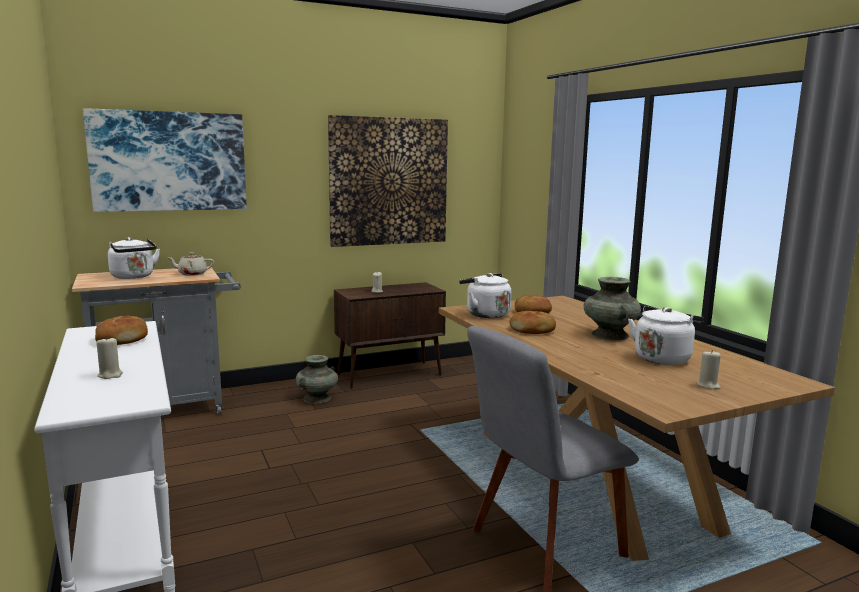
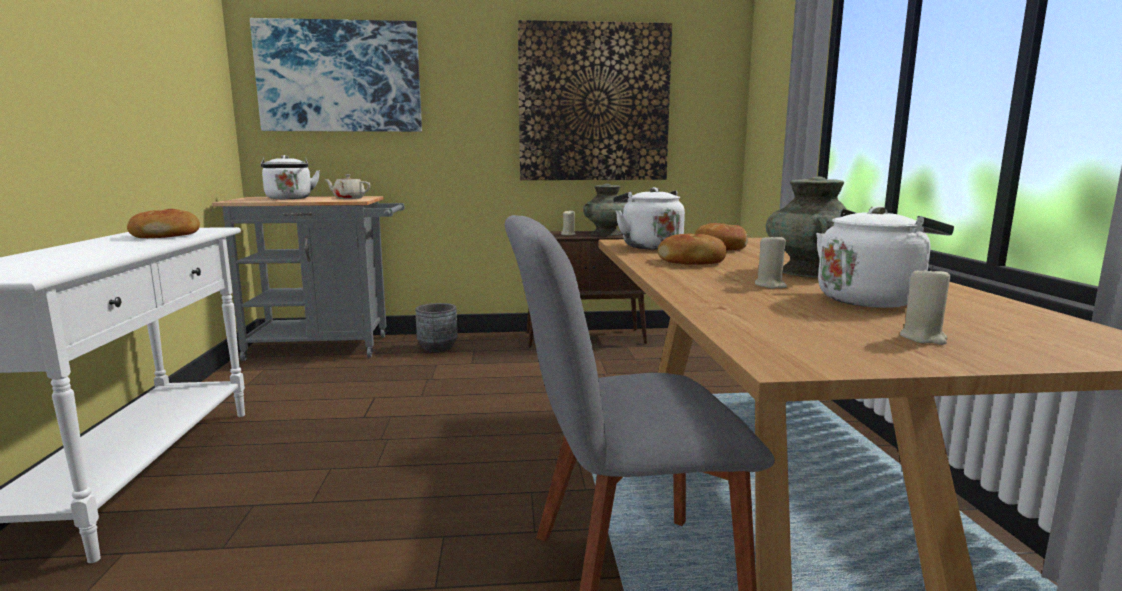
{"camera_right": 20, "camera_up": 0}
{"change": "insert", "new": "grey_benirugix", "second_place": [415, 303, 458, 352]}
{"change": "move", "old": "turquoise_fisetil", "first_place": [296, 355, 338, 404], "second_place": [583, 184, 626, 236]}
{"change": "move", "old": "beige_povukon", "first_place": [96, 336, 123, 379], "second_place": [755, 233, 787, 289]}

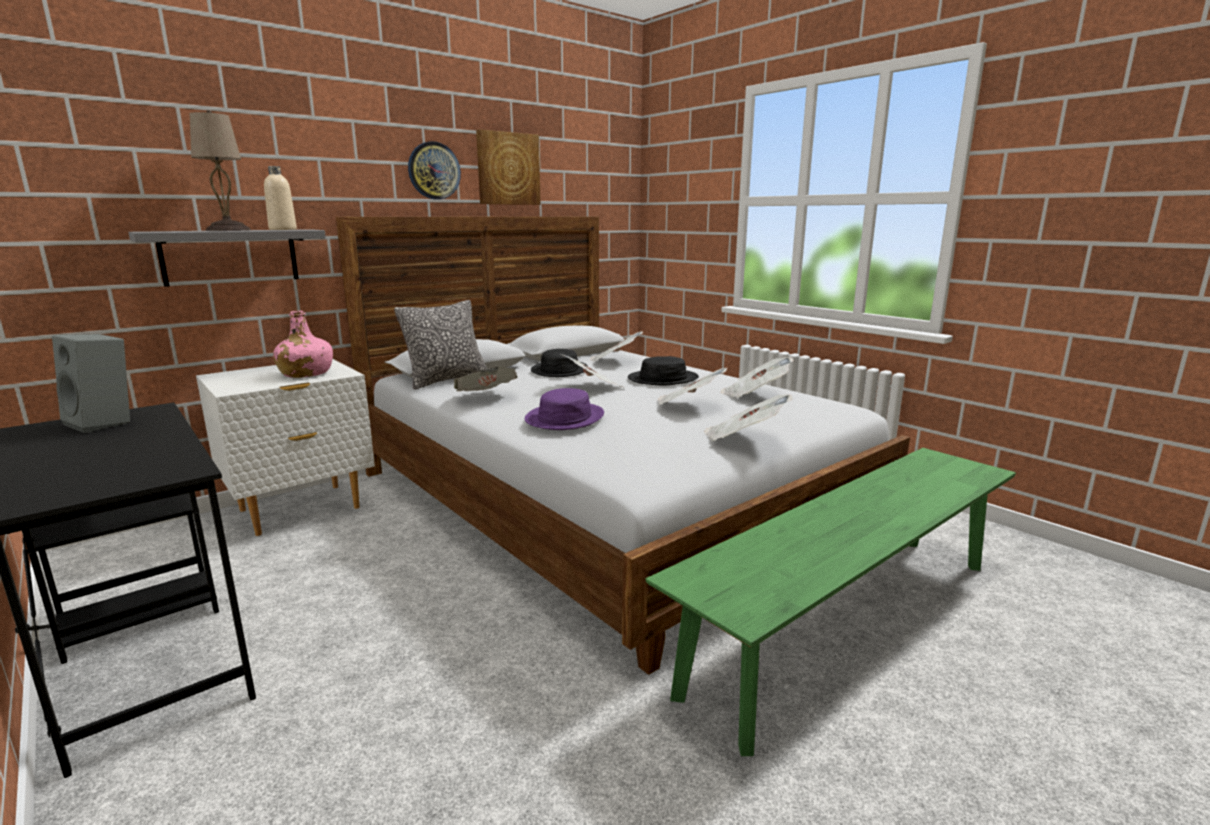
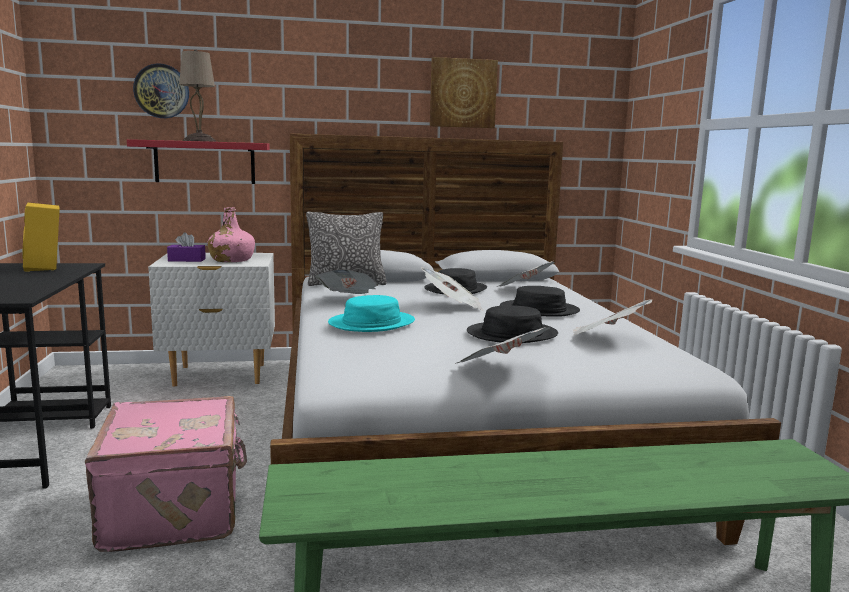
{"camera_right": 30, "camera_up": -5}
{"change": "recolor", "old": "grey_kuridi", "new": "yellow_kuridi", "first_place": [52, 334, 130, 433], "second_place": [22, 203, 60, 272]}
{"change": "insert", "new": "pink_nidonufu", "second_place": [85, 396, 247, 552]}
{"change": "recolor", "old": "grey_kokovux", "new": "red_kokovux", "first_place": [128, 229, 326, 287], "second_place": [127, 139, 270, 184]}
{"change": "move", "old": "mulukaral", "first_place": [408, 141, 461, 200], "second_place": [133, 63, 189, 118]}
{"change": "insert", "new": "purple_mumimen", "second_place": [167, 232, 206, 262]}
{"change": "recolor", "old": "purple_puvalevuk", "new": "turquoise_puvalevuk", "first_place": [525, 388, 604, 430], "second_place": [328, 295, 415, 332]}
{"change": "replace", "old": "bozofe", "new": "black_puvalevuk", "first_place": [658, 368, 727, 405], "second_place": [467, 305, 558, 343]}
{"change": "delete", "old": "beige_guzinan", "first_place": [264, 166, 297, 230]}

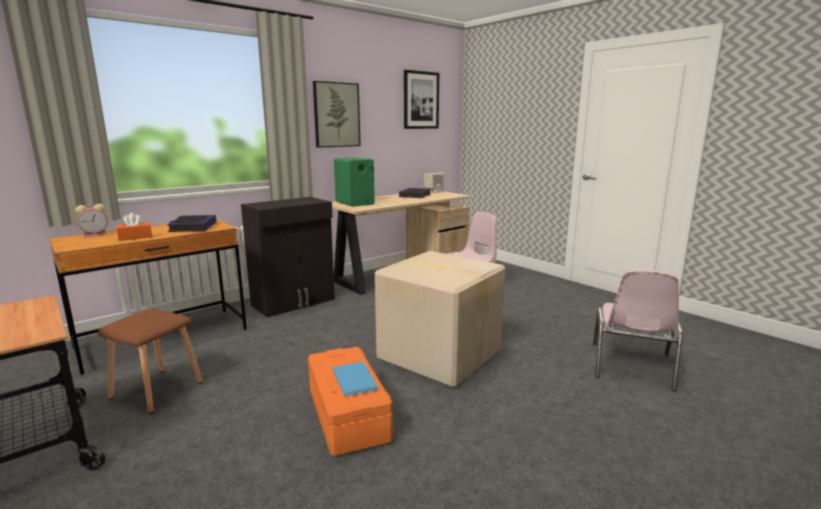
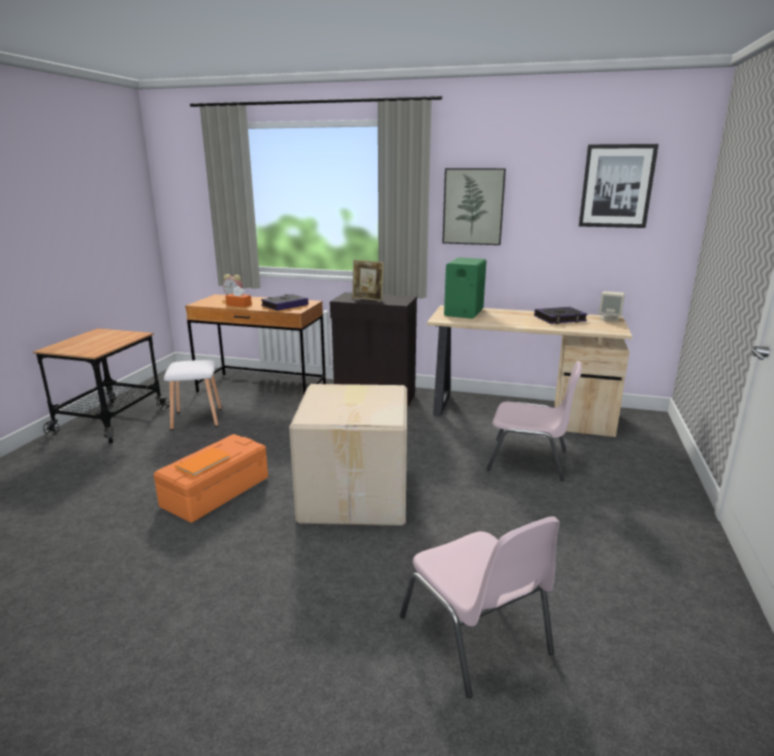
{"camera_right": 55, "camera_up": 5}
{"change": "recolor", "old": "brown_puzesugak", "new": "white_puzesugak", "first_place": [97, 309, 202, 414], "second_place": [164, 360, 222, 430]}
{"change": "recolor", "old": "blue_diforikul", "new": "orange_diforikul", "first_place": [332, 361, 378, 397], "second_place": [175, 448, 231, 476]}
{"change": "insert", "new": "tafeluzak", "second_place": [352, 260, 384, 301]}
{"change": "rotate", "old": "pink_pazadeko", "first_place": [593, 269, 683, 391], "second_place": [400, 516, 560, 698], "degrees": -105}

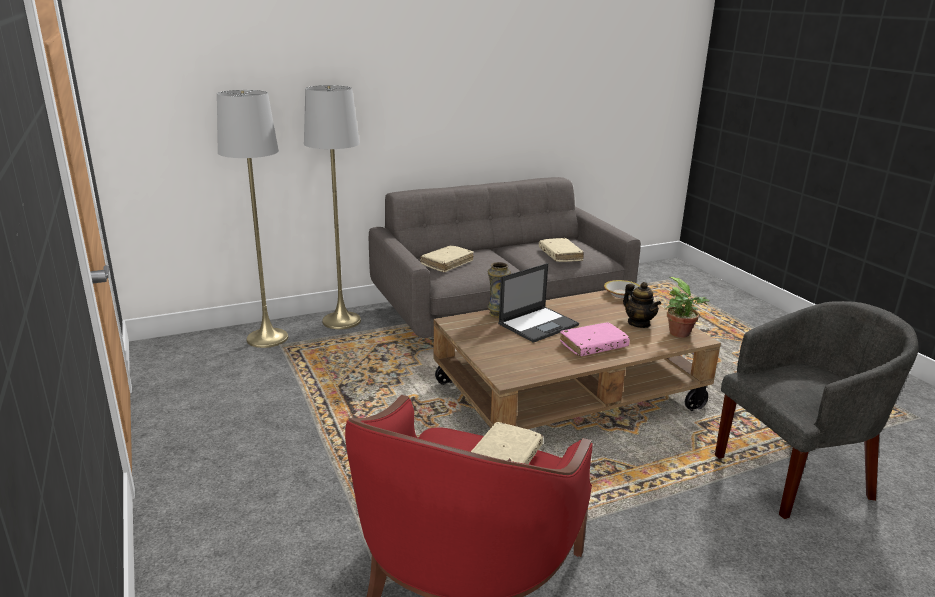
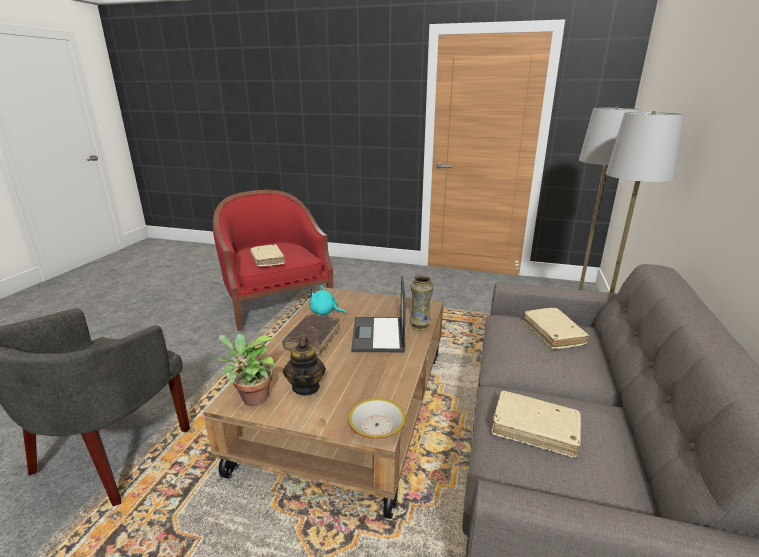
{"camera_right": 130, "camera_up": 0}
{"change": "recolor", "old": "pink_diforikul", "new": "brown_diforikul", "first_place": [560, 322, 630, 356], "second_place": [282, 315, 340, 356]}
{"change": "rotate", "old": "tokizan", "first_place": [623, 282, 661, 328], "second_place": [283, 337, 326, 396], "degrees": -105}
{"change": "insert", "new": "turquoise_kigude", "second_place": [309, 285, 346, 316]}

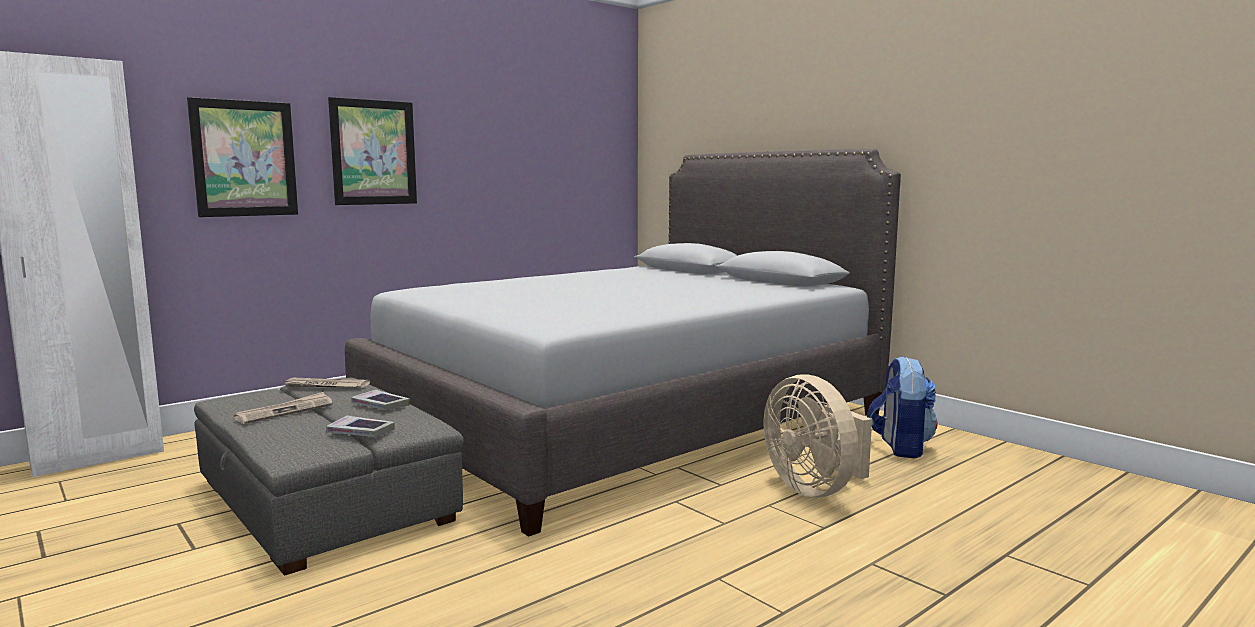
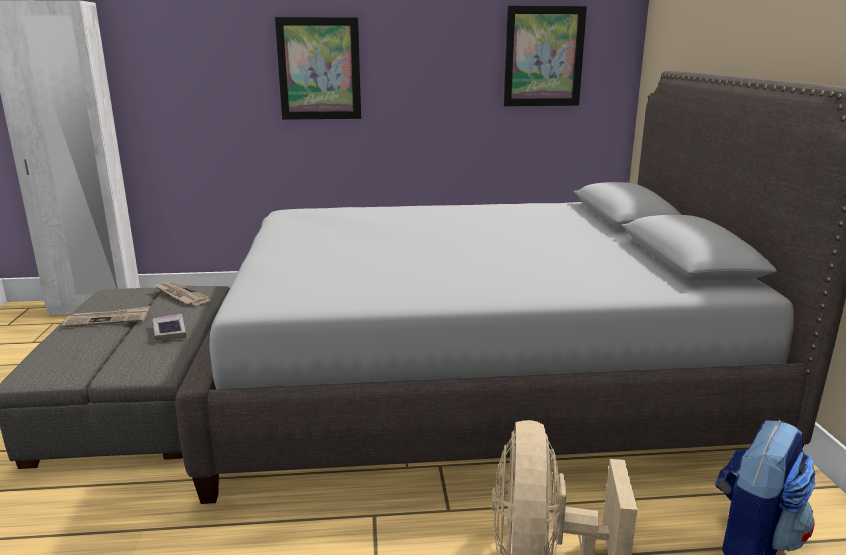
{"camera_right": 35, "camera_up": 10}
{"change": "move", "old": "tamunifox", "first_place": [187, 97, 298, 217], "second_place": [504, 6, 587, 106]}
{"change": "delete", "old": "diforikul", "first_place": [326, 416, 395, 437]}

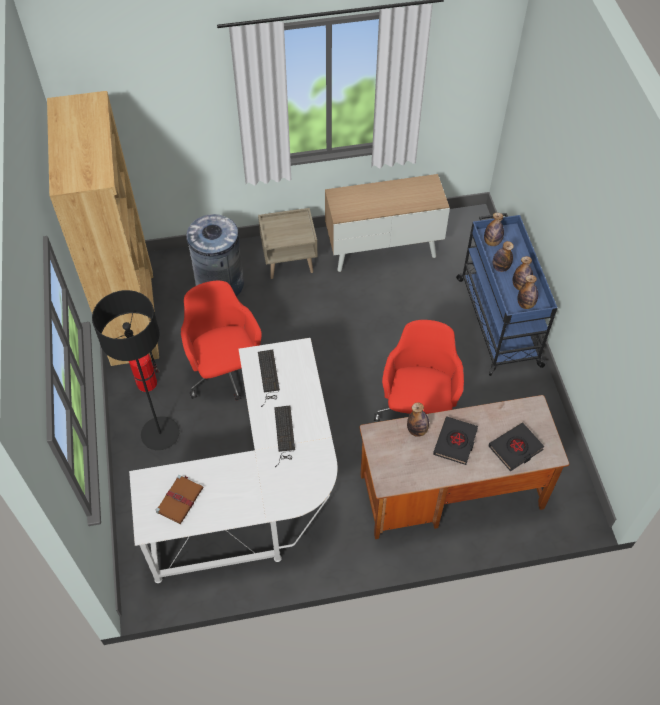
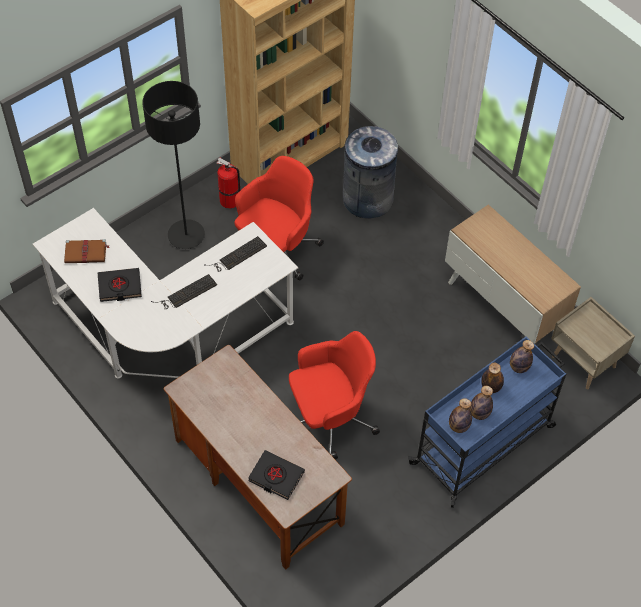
{"camera_right": 60, "camera_up": 0}
{"change": "move", "old": "black_diforikul", "first_place": [433, 416, 478, 465], "second_place": [98, 268, 142, 302]}
{"change": "move", "old": "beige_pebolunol", "first_place": [258, 208, 317, 279], "second_place": [551, 297, 635, 389]}
{"change": "delete", "old": "guzinan", "first_place": [407, 402, 429, 437]}

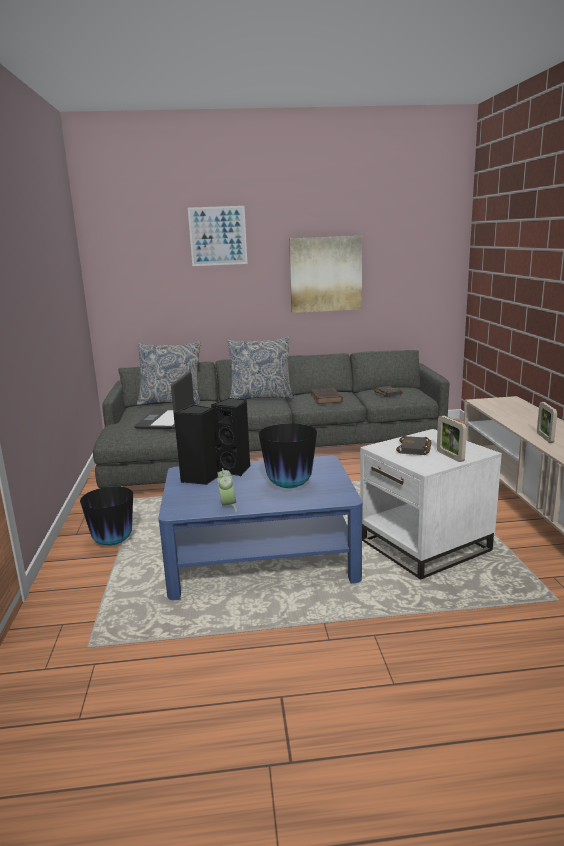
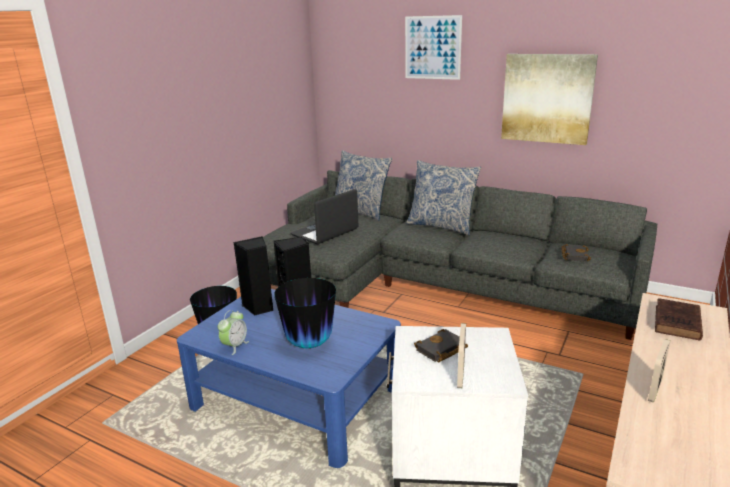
{"camera_right": 35, "camera_up": 5}
{"change": "move", "old": "brown_diforikul", "first_place": [311, 388, 343, 404], "second_place": [655, 298, 703, 340]}

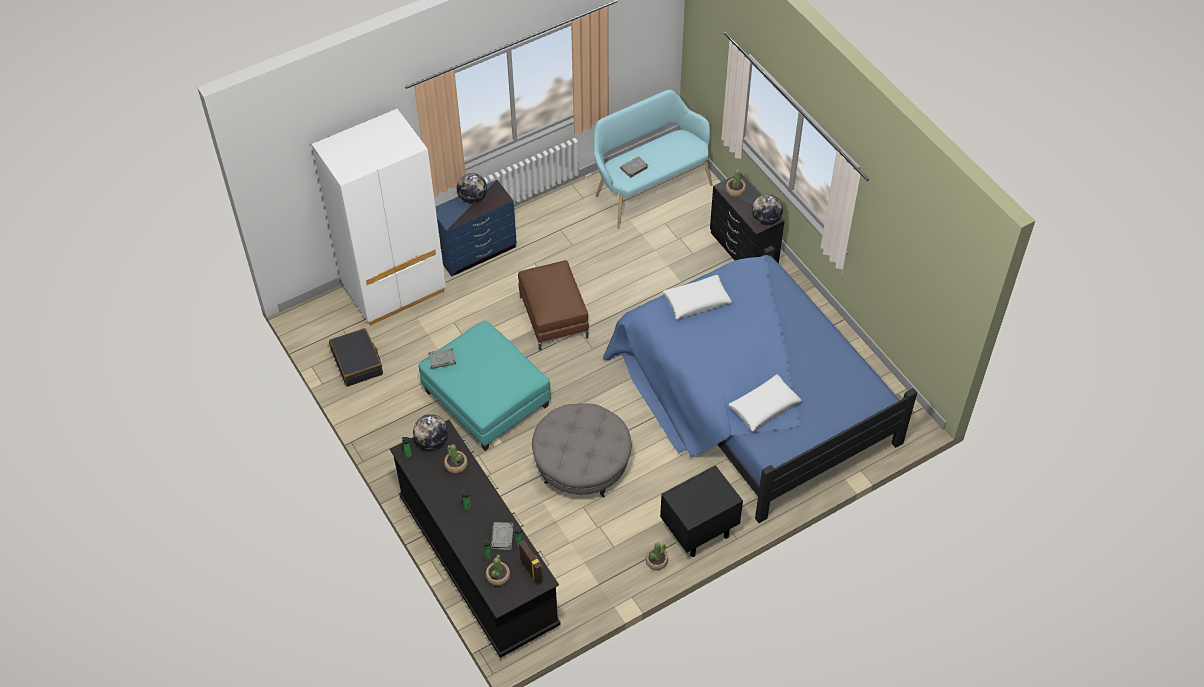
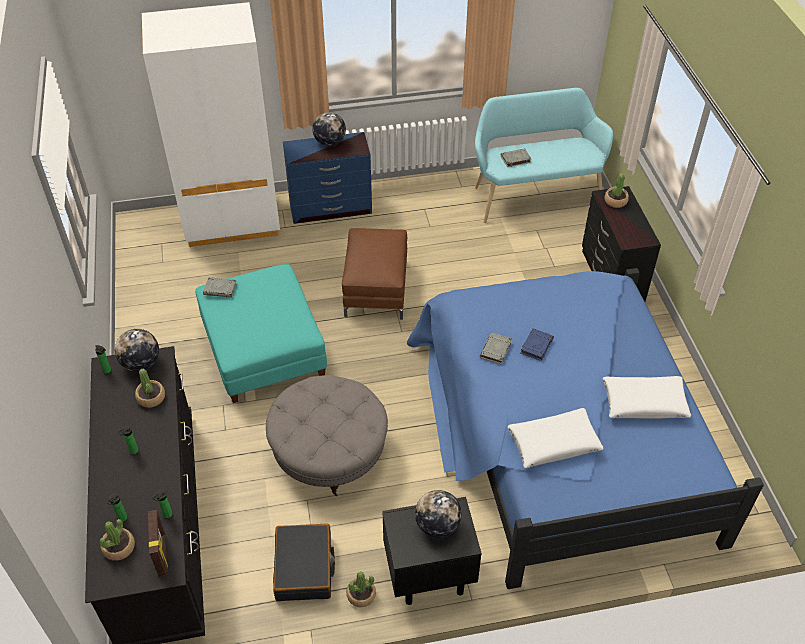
{"camera_right": 20, "camera_up": -5}
{"change": "move", "old": "black_nidonufu", "first_place": [329, 328, 383, 387], "second_place": [273, 523, 335, 601]}
{"change": "move", "old": "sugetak", "first_place": [752, 194, 783, 225], "second_place": [415, 490, 462, 538]}
{"change": "move", "old": "grey_diforikul", "first_place": [491, 522, 513, 550], "second_place": [480, 332, 512, 365]}
{"change": "insert", "new": "blue_diforikul", "second_place": [520, 328, 554, 361]}
{"change": "move", "old": "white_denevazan", "first_place": [663, 275, 732, 319], "second_place": [603, 376, 691, 419]}

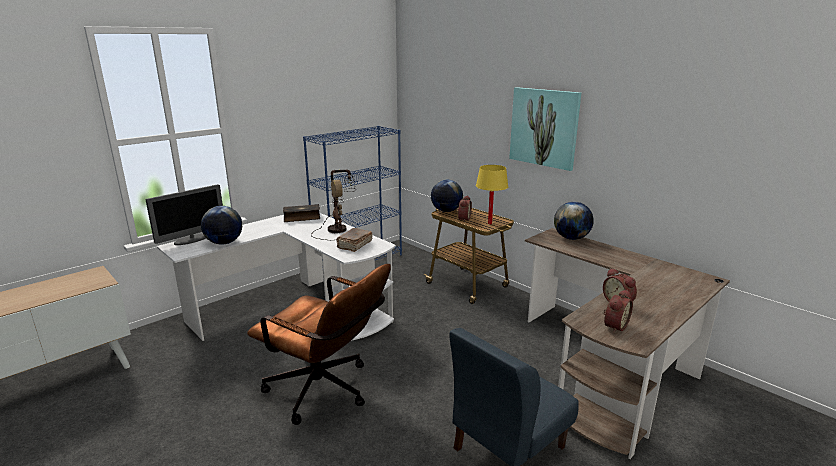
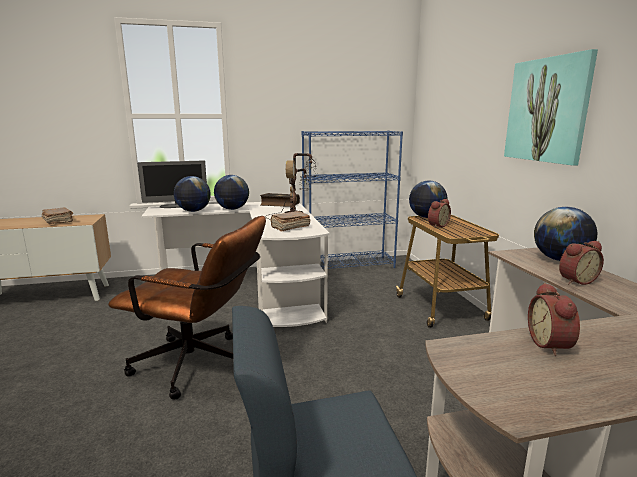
{"camera_right": 30, "camera_up": -5}
{"change": "insert", "new": "brown_diforikul", "second_place": [42, 207, 73, 224]}
{"change": "rotate", "old": "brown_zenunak", "first_place": [247, 264, 391, 425], "second_place": [108, 216, 266, 400], "degrees": -45}
{"change": "insert", "new": "sugetak", "second_place": [214, 175, 249, 210]}
{"change": "move", "old": "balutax", "first_place": [603, 290, 633, 333], "second_place": [559, 241, 604, 285]}
{"change": "delete", "old": "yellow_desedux", "first_place": [476, 165, 508, 224]}

